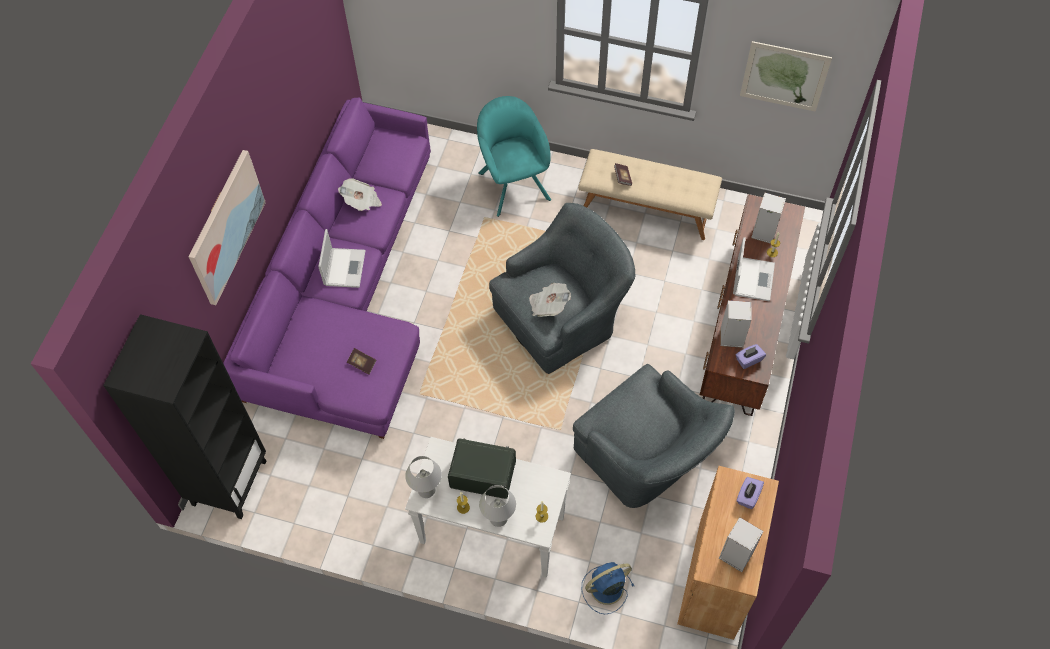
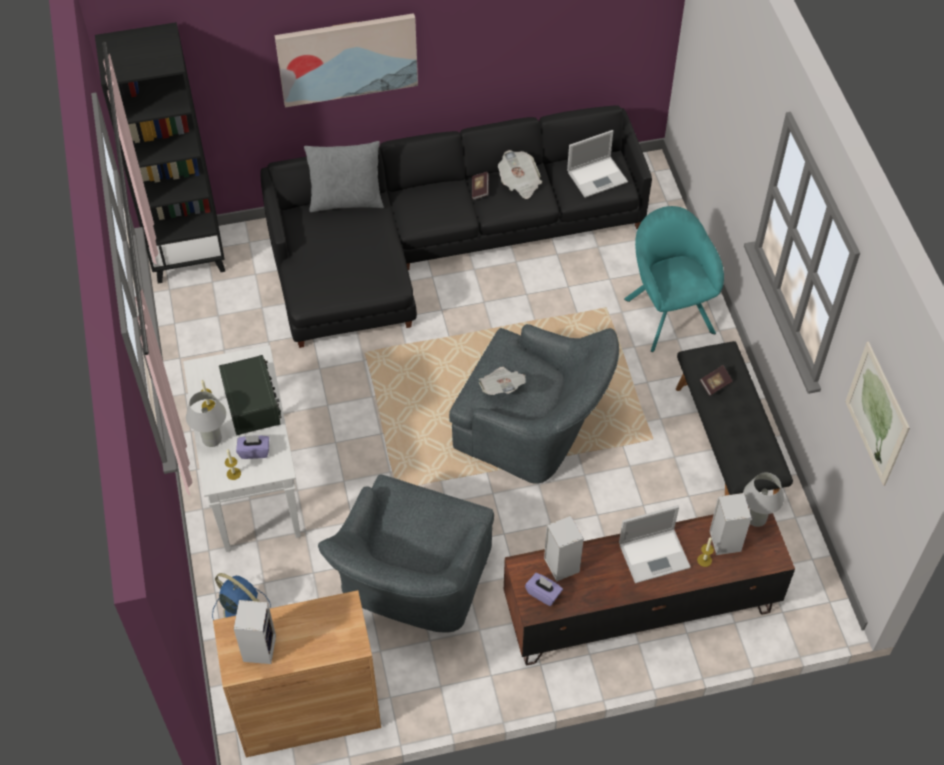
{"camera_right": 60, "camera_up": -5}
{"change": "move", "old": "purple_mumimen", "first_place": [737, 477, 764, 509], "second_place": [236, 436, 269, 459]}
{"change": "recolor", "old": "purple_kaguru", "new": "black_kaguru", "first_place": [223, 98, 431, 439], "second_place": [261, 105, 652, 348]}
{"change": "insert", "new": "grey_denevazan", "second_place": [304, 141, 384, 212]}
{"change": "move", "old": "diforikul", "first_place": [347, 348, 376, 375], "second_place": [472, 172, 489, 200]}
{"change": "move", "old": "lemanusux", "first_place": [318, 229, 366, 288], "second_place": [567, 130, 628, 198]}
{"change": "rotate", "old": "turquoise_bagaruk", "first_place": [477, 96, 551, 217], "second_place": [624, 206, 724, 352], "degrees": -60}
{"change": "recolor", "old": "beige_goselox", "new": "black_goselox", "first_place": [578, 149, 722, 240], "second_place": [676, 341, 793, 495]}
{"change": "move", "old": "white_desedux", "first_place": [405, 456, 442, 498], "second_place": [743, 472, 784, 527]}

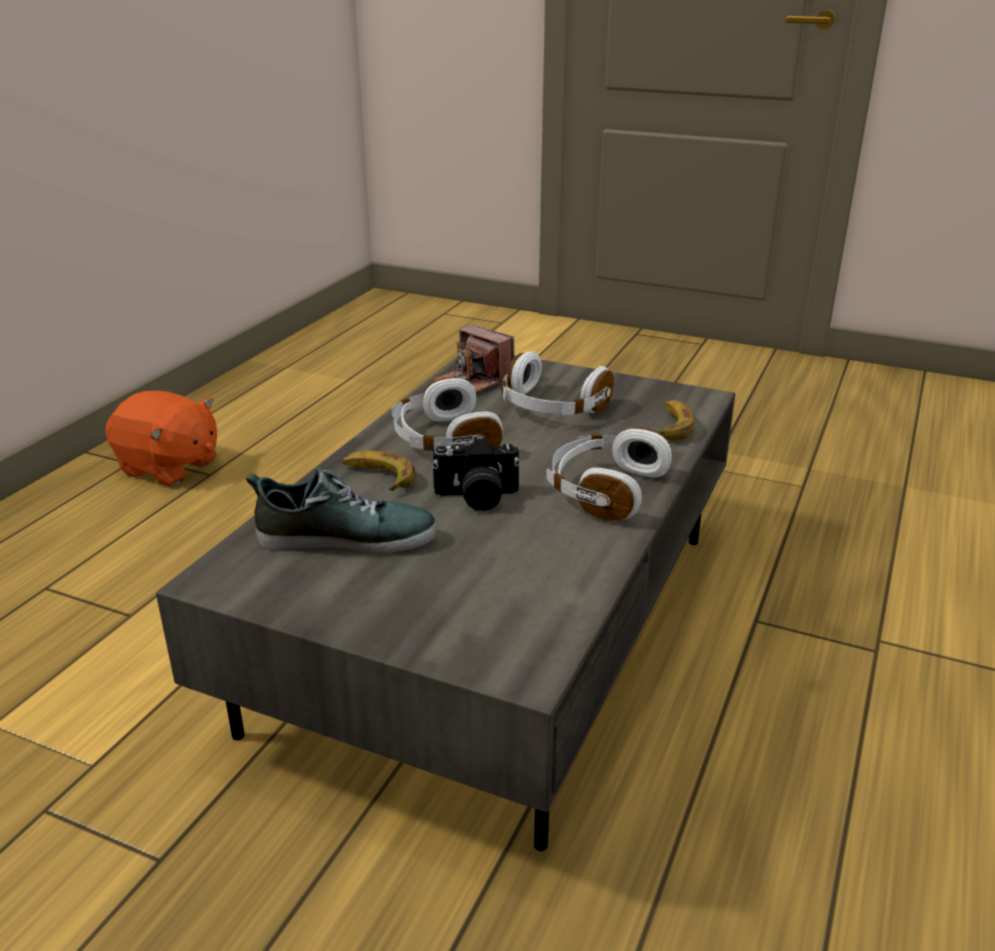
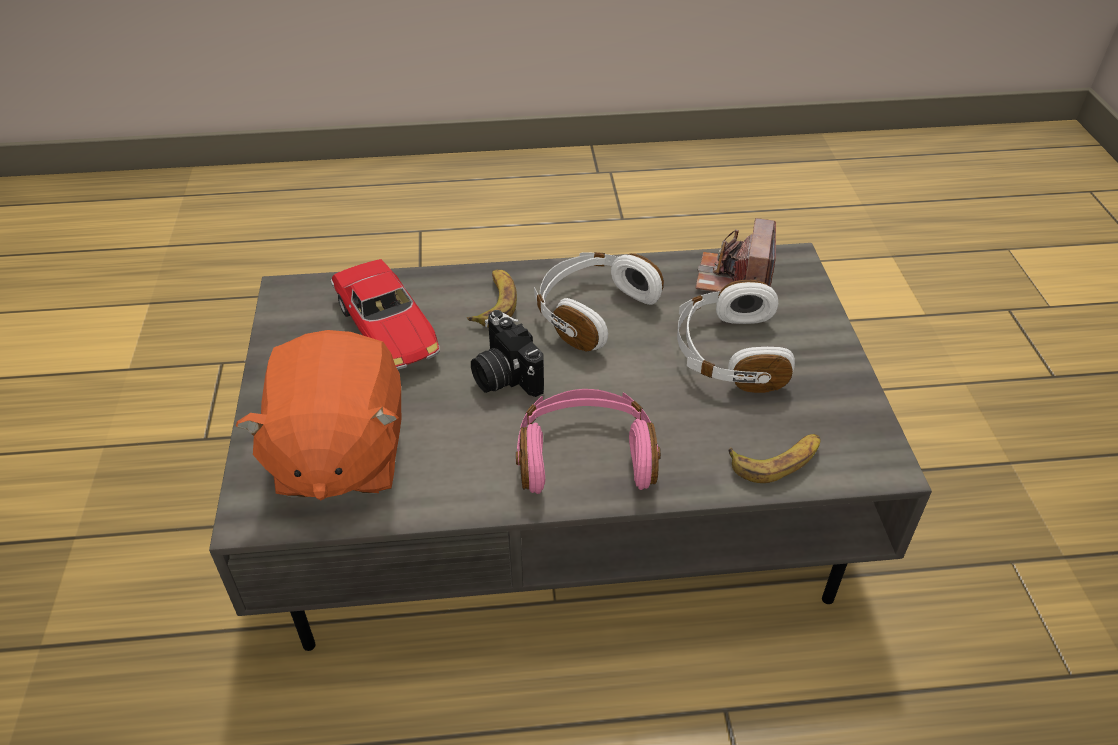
{"camera_right": 60, "camera_up": 15}
{"change": "move", "old": "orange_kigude", "first_place": [105, 391, 217, 486], "second_place": [235, 330, 401, 500]}
{"change": "replace", "old": "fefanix", "new": "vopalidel", "first_place": [246, 467, 437, 553], "second_place": [331, 259, 440, 370]}
{"change": "recolor", "old": "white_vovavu", "new": "pink_vovavu", "first_place": [546, 428, 672, 521], "second_place": [516, 389, 661, 494]}

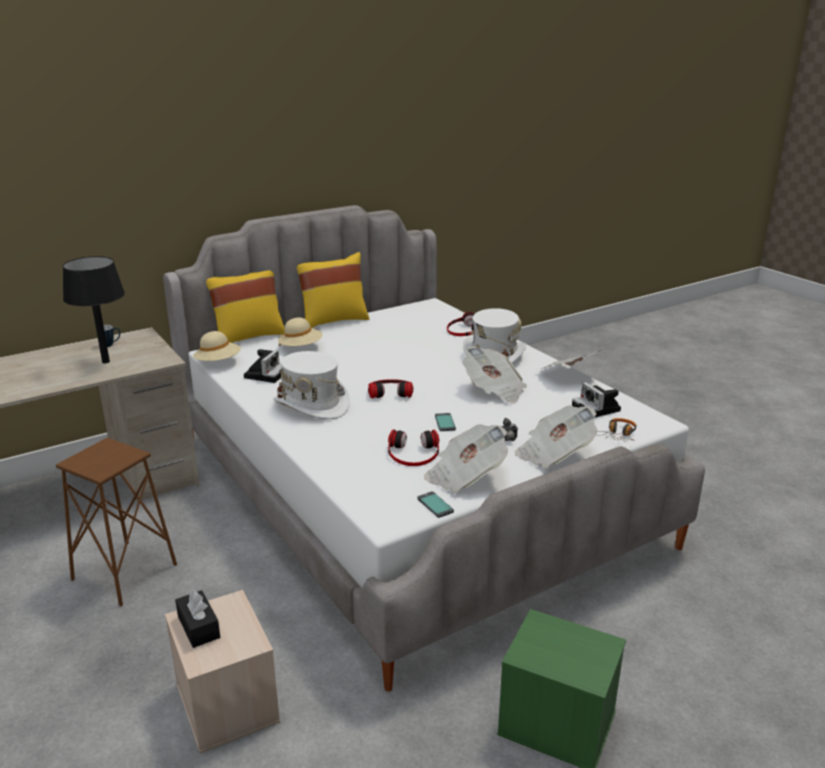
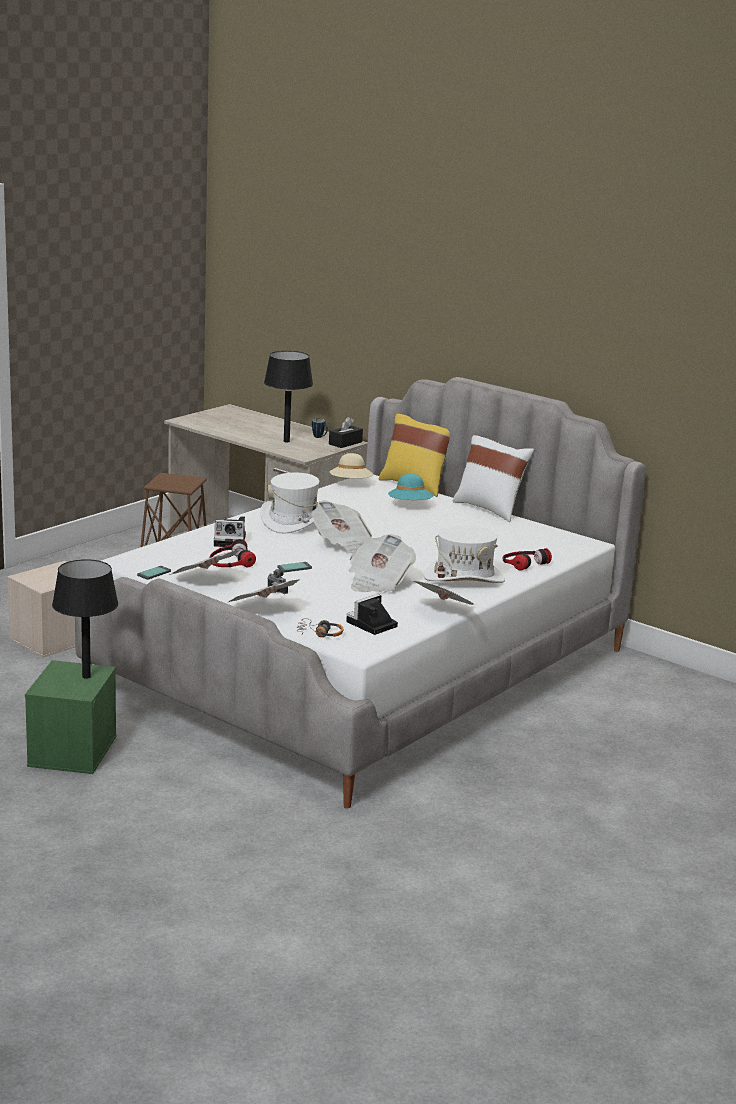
{"camera_right": 70, "camera_up": -5}
{"change": "insert", "new": "black_desedux", "second_place": [52, 559, 118, 679]}
{"change": "move", "old": "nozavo", "first_place": [244, 349, 283, 383], "second_place": [214, 516, 246, 547]}
{"change": "replace", "old": "vovavu", "new": "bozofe", "first_place": [368, 379, 413, 399], "second_place": [311, 501, 372, 554]}
{"change": "move", "old": "black_mumimen", "first_place": [175, 589, 220, 648], "second_place": [329, 417, 363, 448]}
{"change": "recolor", "old": "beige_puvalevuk", "new": "turquoise_puvalevuk", "first_place": [278, 318, 323, 346], "second_place": [388, 474, 433, 500]}
{"change": "recolor", "old": "yellow_denevazan", "new": "white_denevazan", "first_place": [297, 252, 369, 328], "second_place": [453, 435, 534, 522]}

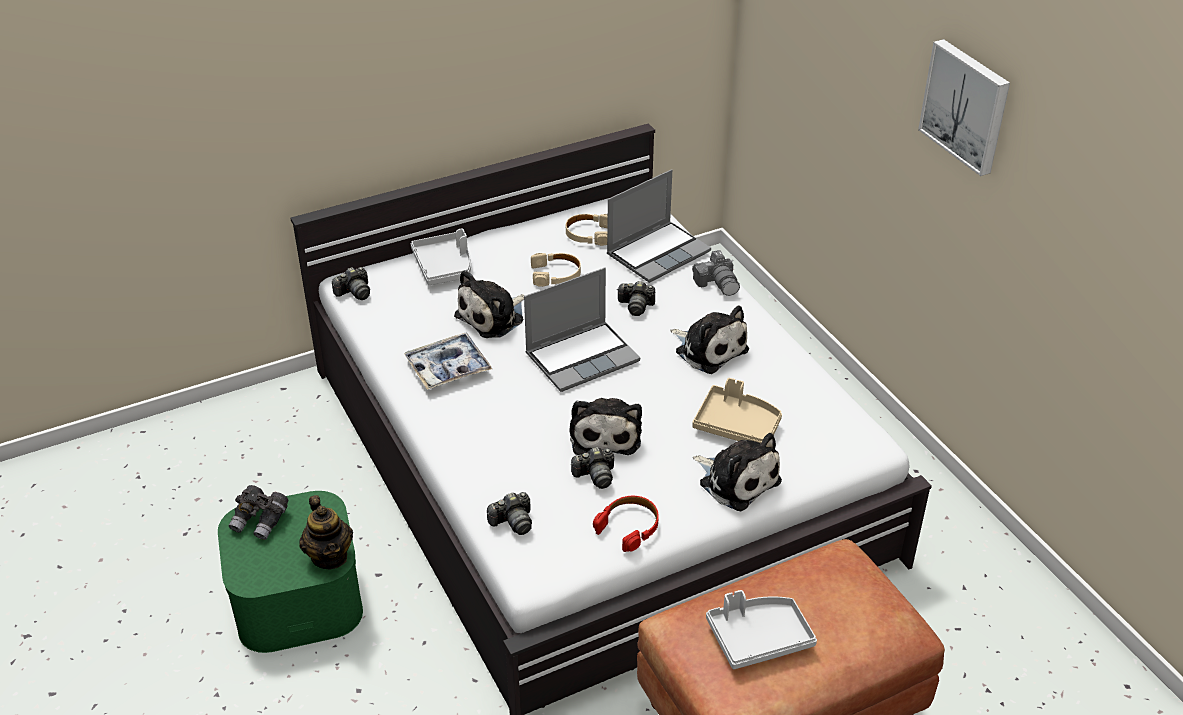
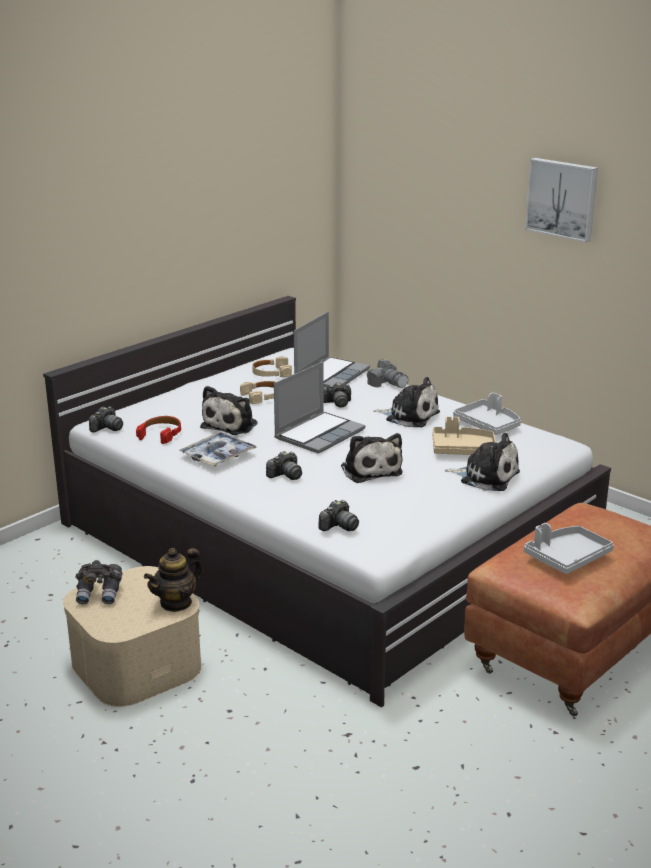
{"camera_right": -20, "camera_up": -15}
{"change": "recolor", "old": "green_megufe", "new": "beige_megufe", "first_place": [218, 491, 363, 653], "second_place": [63, 566, 202, 707]}
{"change": "move", "old": "red_vovavu", "first_place": [593, 496, 659, 552], "second_place": [136, 416, 181, 444]}
{"change": "rotate", "old": "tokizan", "first_place": [299, 495, 353, 569], "second_place": [144, 548, 203, 612], "degrees": 90}
{"change": "move", "old": "nozavo", "first_place": [571, 447, 614, 489], "second_place": [266, 451, 302, 480]}
{"change": "move", "old": "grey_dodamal", "first_place": [411, 228, 471, 285], "second_place": [453, 393, 521, 435]}

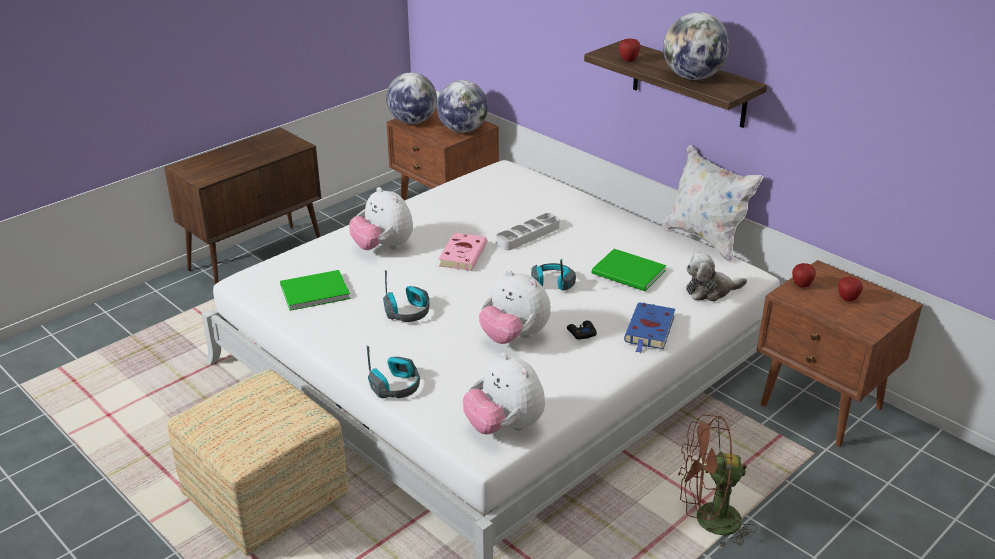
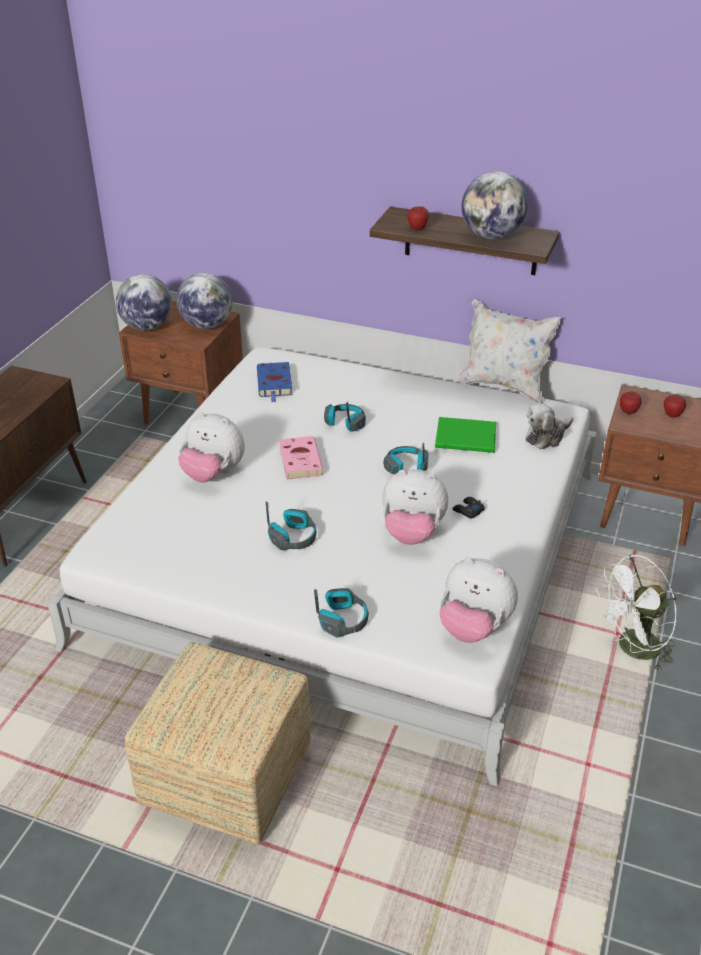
{"camera_right": -25, "camera_up": 5}
{"change": "move", "old": "blue_diforikul", "first_place": [624, 302, 675, 353], "second_place": [257, 362, 292, 402]}
{"change": "replace", "old": "grey_dodamal", "new": "vovavu", "first_place": [496, 213, 560, 250], "second_place": [324, 402, 366, 432]}
{"change": "recolor", "old": "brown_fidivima", "new": "white_fidivima", "first_place": [678, 415, 757, 548], "second_place": [596, 555, 676, 670]}
{"change": "delete", "old": "green_diforikul", "first_place": [280, 270, 350, 311]}

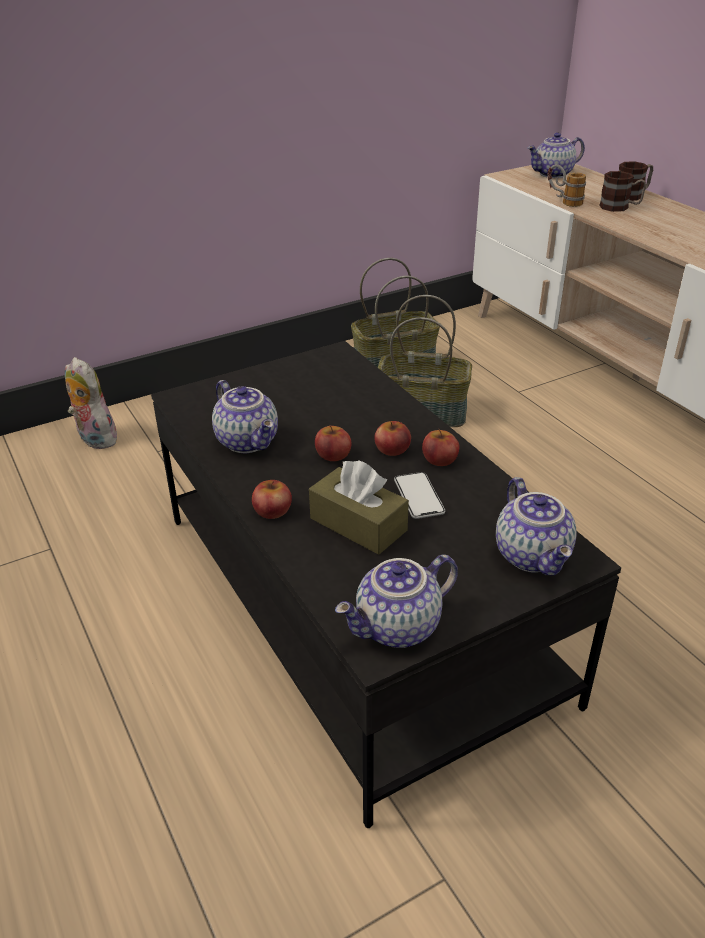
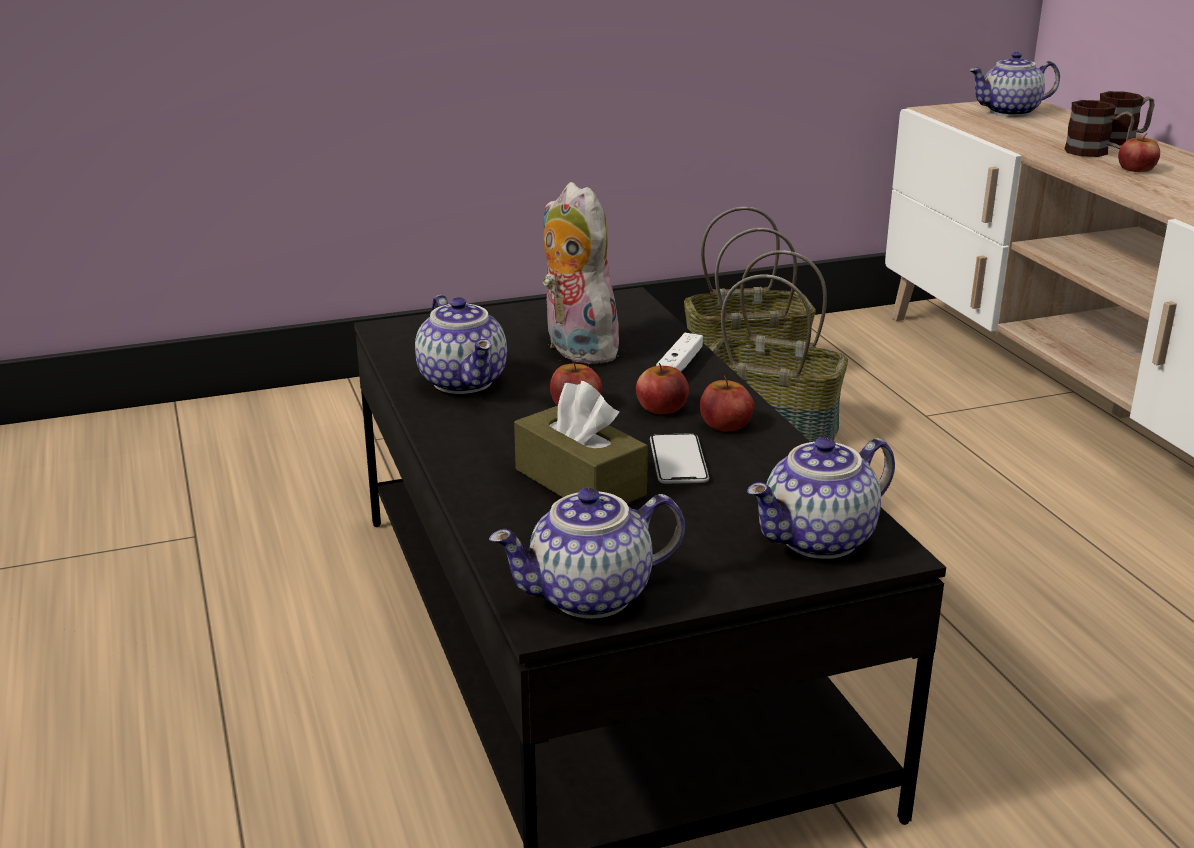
{"camera_right": 10, "camera_up": -10}
{"change": "move", "old": "kigude", "first_place": [65, 357, 121, 449], "second_place": [542, 182, 626, 364]}
{"change": "insert", "new": "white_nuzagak", "second_place": [656, 333, 703, 372]}
{"change": "rotate", "old": "tokizan", "first_place": [496, 477, 577, 576], "second_place": [747, 437, 895, 559], "degrees": 60}
{"change": "move", "old": "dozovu", "first_place": [252, 480, 292, 519], "second_place": [1118, 133, 1160, 172]}
{"change": "delete", "old": "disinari", "first_place": [547, 164, 586, 207]}

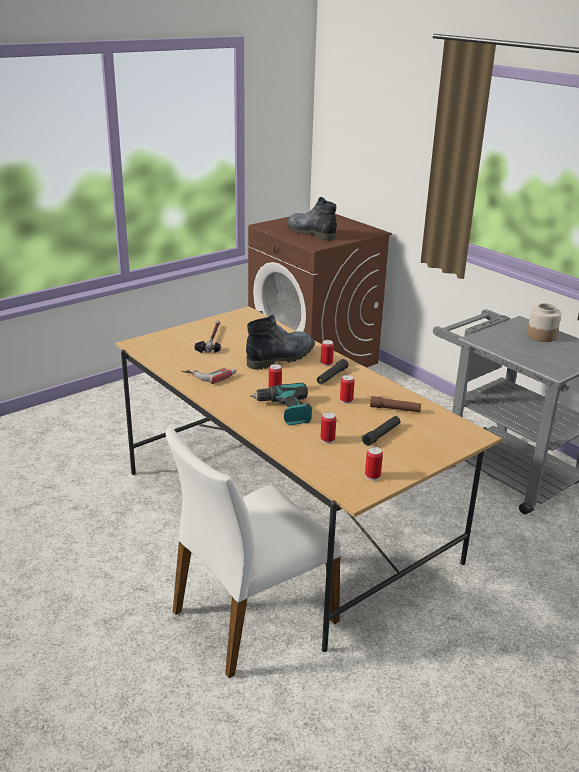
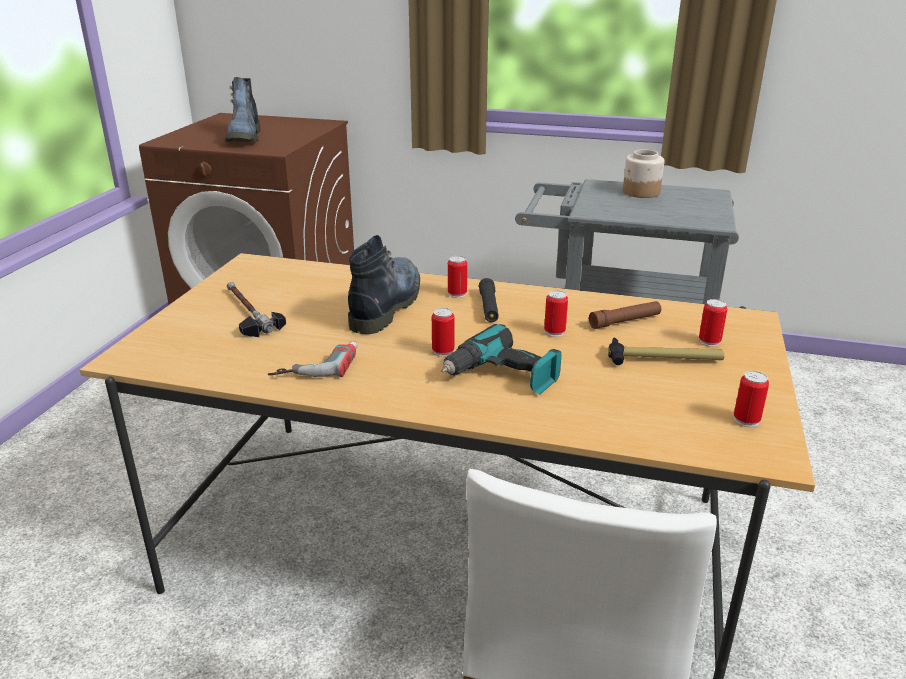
{"camera_right": -35, "camera_up": 0}
{"change": "rotate", "old": "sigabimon", "first_place": [287, 197, 337, 241], "second_place": [224, 77, 261, 142], "degrees": -105}
{"change": "replace", "old": "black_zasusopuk", "new": "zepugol", "first_place": [362, 416, 400, 446], "second_place": [608, 338, 724, 365]}
{"change": "move", "old": "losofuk", "first_place": [320, 412, 336, 444], "second_place": [699, 299, 727, 347]}

